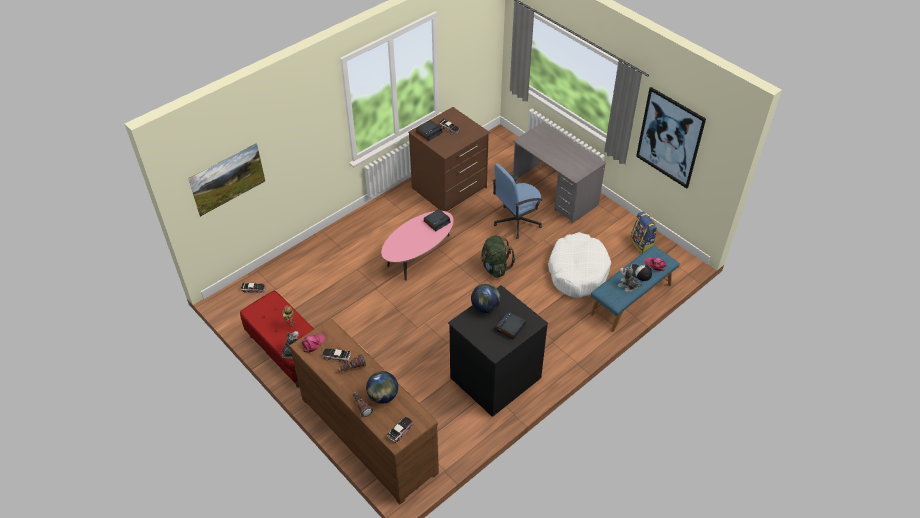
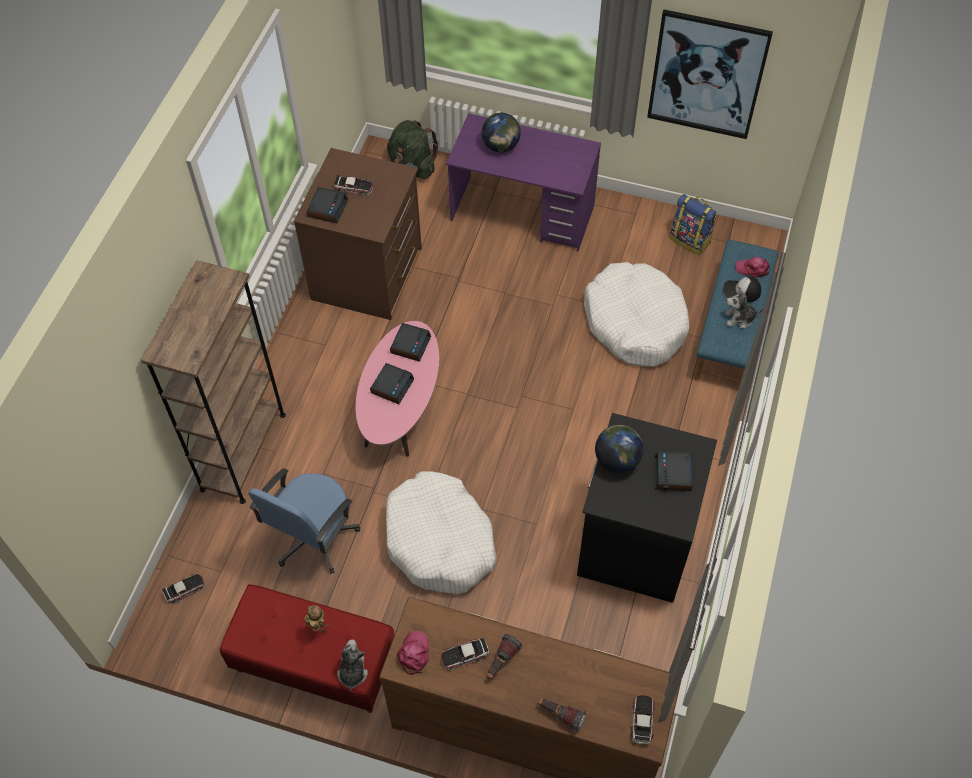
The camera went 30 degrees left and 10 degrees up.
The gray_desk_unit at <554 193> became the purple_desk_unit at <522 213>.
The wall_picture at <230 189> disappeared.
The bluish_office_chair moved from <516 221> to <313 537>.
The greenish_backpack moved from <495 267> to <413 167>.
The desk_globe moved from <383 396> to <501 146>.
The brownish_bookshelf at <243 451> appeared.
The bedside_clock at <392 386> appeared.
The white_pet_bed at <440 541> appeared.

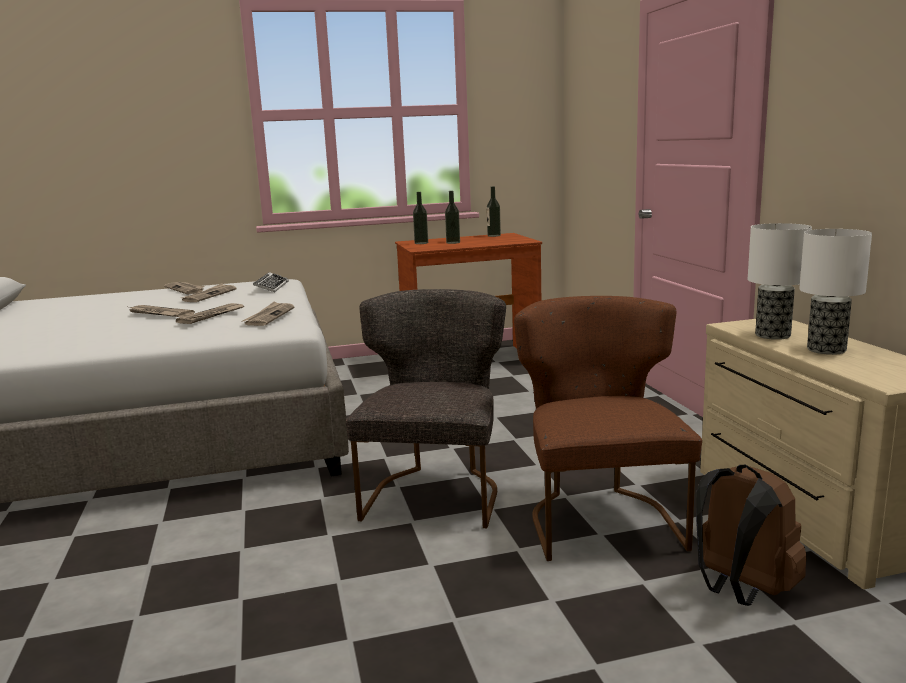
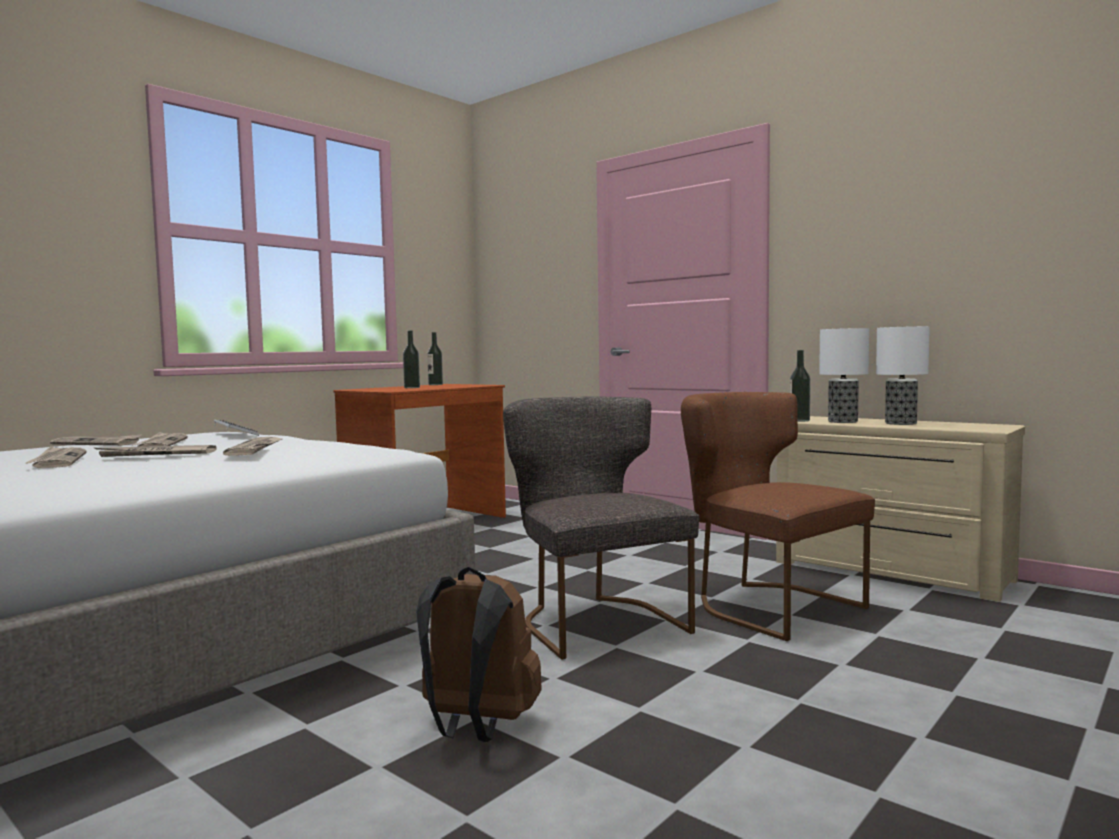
The camera went 35 degrees left and 10 degrees down.
The drink_bottle moved from <421 243> to <799 420>.
The daily_paper moved from <269 316> to <58 461>.
The brownish_backpack moved from <741 590> to <476 728>.

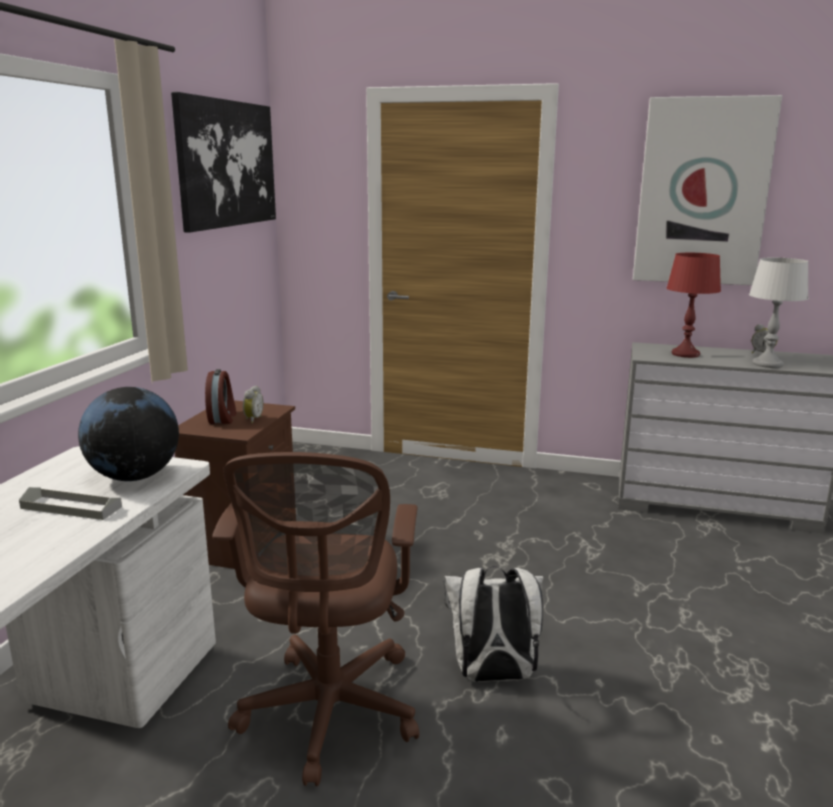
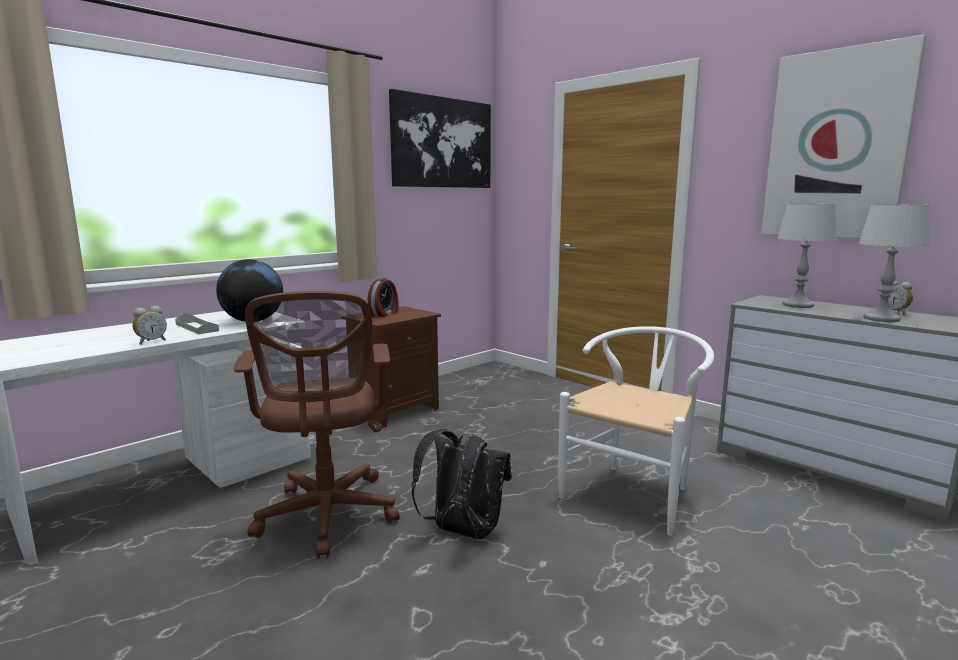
The camera went 30 degrees right and 5 degrees down.
The red-coloured_lamp_for_a_table at <686 354> became the gray_lamp_for_a_table at <798 305>.
The bedside_clock moved from <252 419> to <151 342>.
The brownish_office_chair at <328 716> turned 45 degrees counterclockwise.
The white_backpack at <492 676> became the blackish_backpack at <462 531>.
The white_plain_chair at <634 491> appeared.

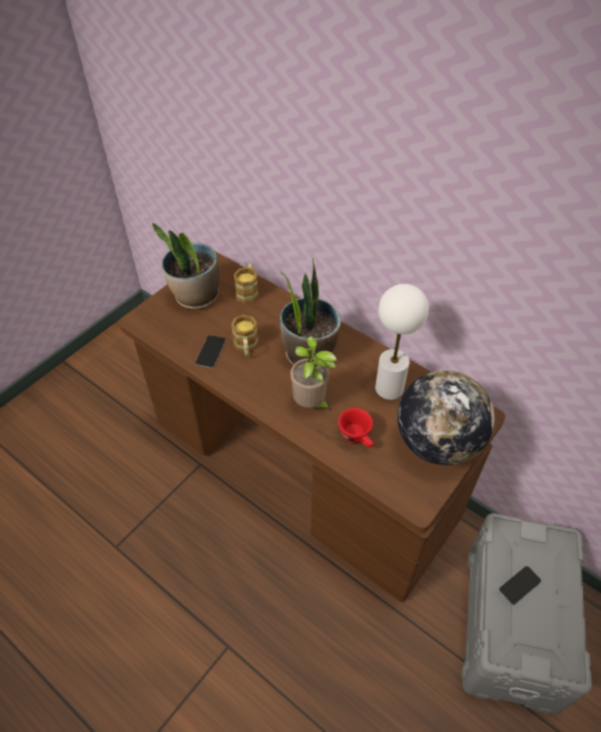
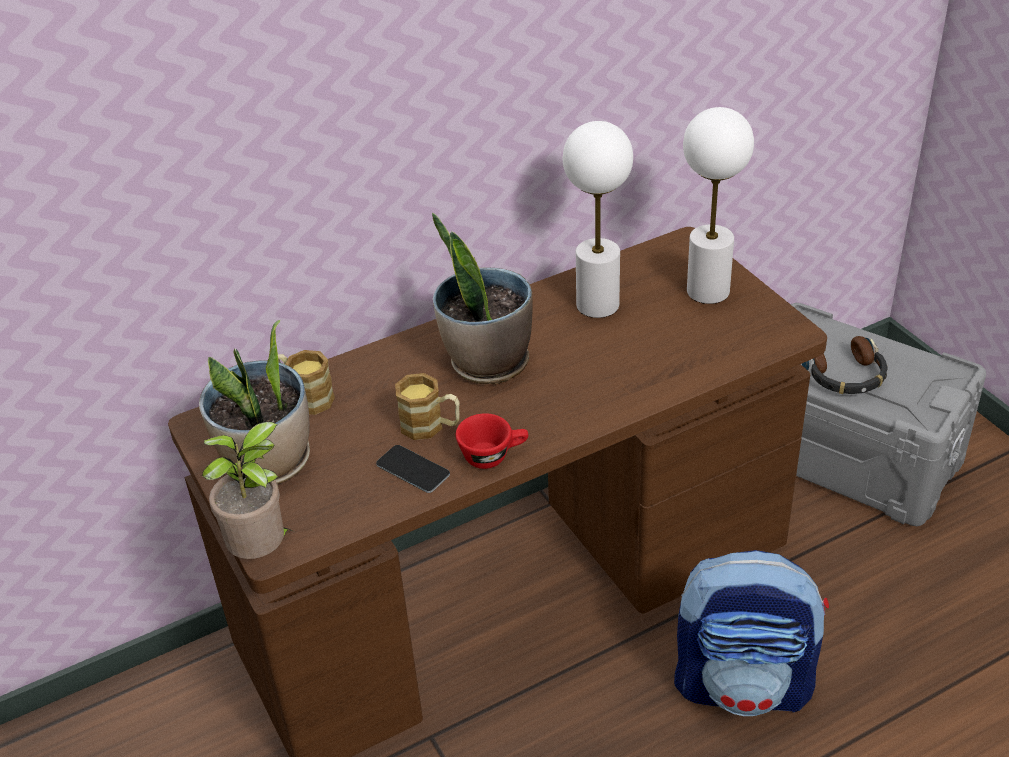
The camera went 65 degrees left and 10 degrees down.
The plant_in_a_pot moved from <311 404> to <263 552>.
The desk_globe at <437 443> was replaced by the white_lamp_for_a_table at <707 290>.
The red-coloured_small_cup moved from <357 437> to <493 455>.
The telephone at <519 585> was replaced by the headset at <845 376>.
The backpack at <744 684> appeared.

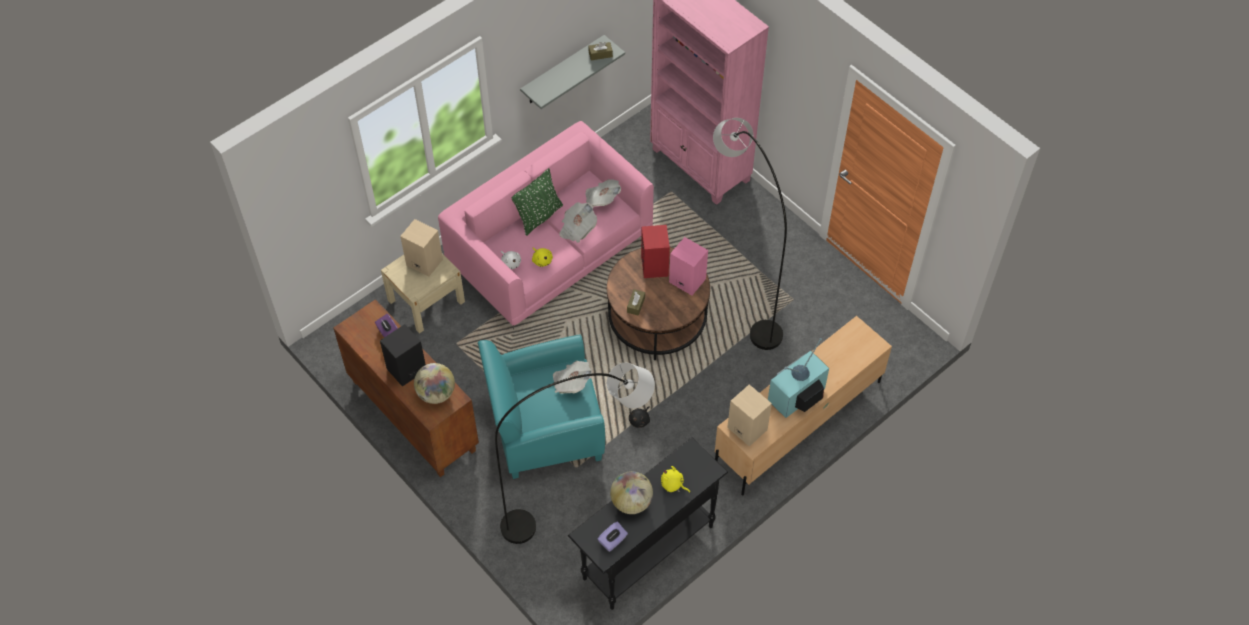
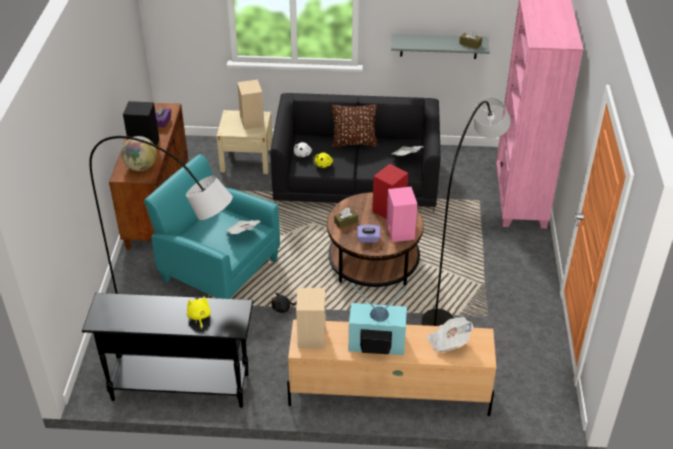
The camera went 45 degrees right and 15 degrees down.
The pink-coloured_sofa at <549 248> became the blackish_sofa at <356 180>.
The greenish_pillow at <539 216> became the brownish_pillow at <354 143>.
The daily_paper moved from <577 228> to <448 342>.
The desk_globe at <631 502> disappeared.
The purple_box_of_tissues moved from <613 541> to <368 239>.

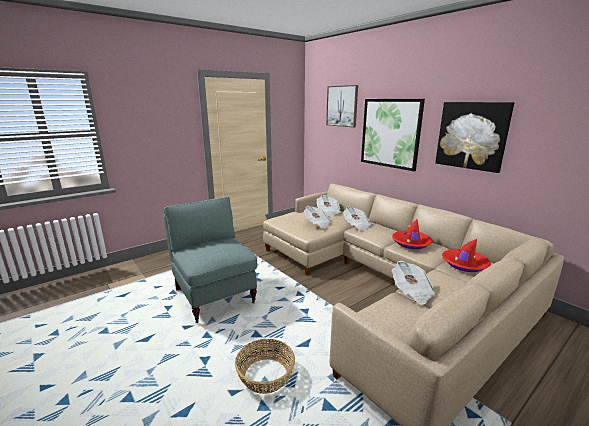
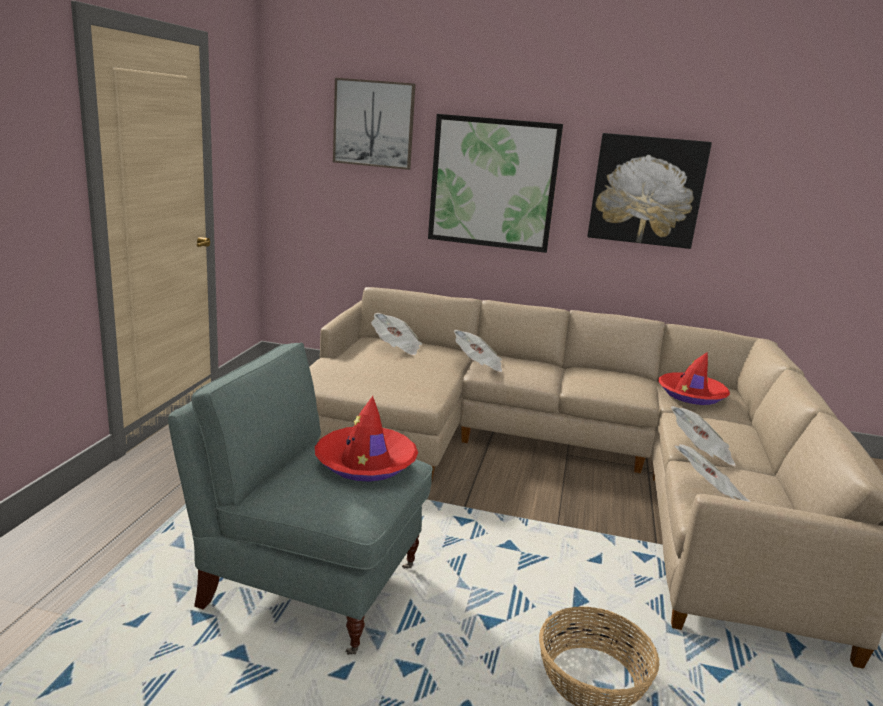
The camera went 40 degrees left and 0 degrees up.
The daily_paper moved from <317 224> to <708 492>.
The red-coloured_clothing_hat moved from <411 243> to <366 463>.

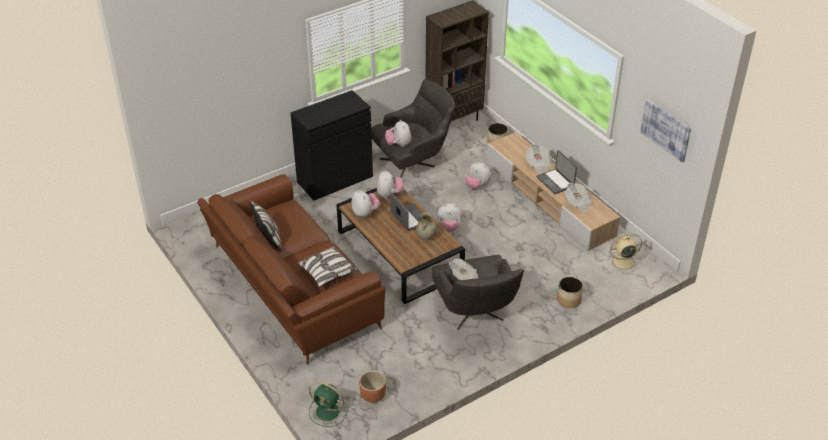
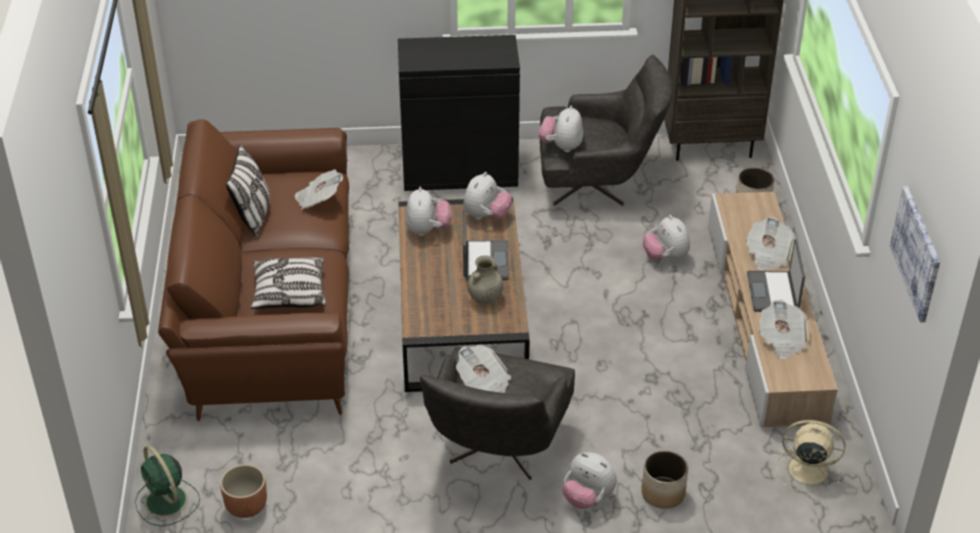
The camera went 30 degrees right and 0 degrees up.
The plush_toy moved from <449 227> to <587 498>.
The daily_paper at <318 199> appeared.

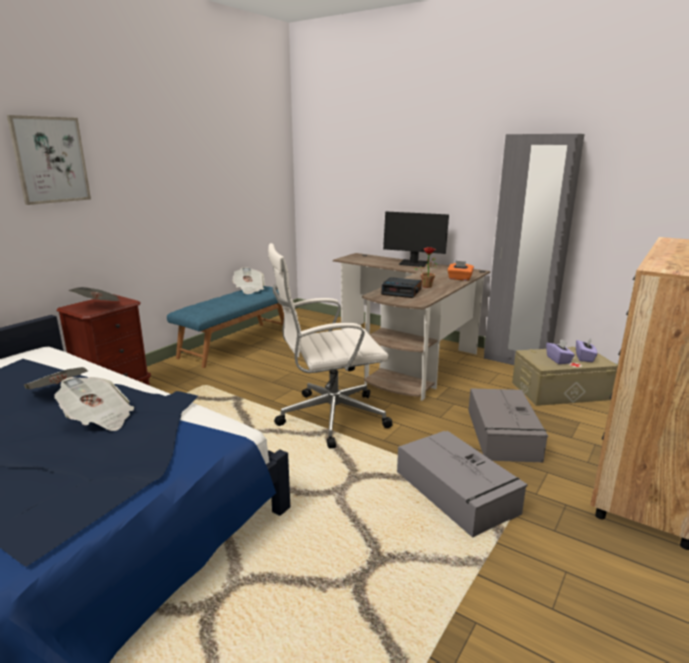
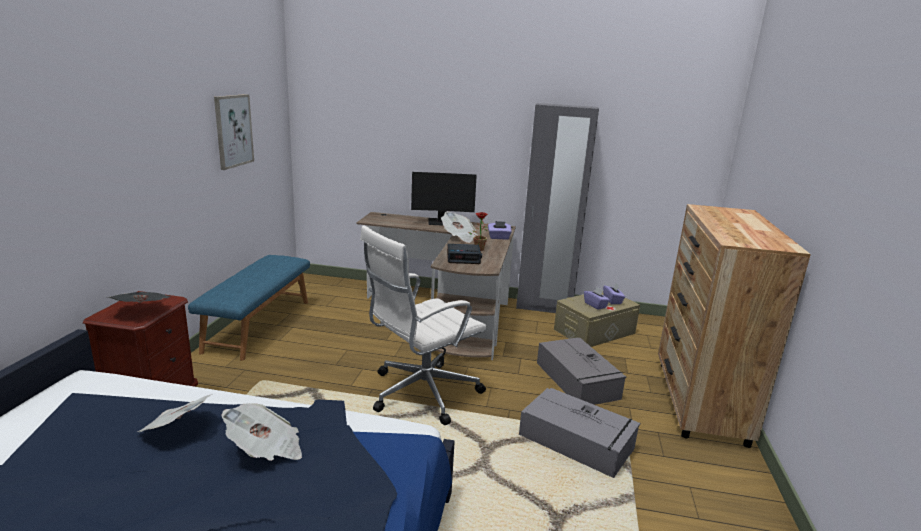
The camera went 25 degrees left and 0 degrees up.
The wall_picture moved from <50 160> to <233 131>.
The orange_box_of_tissues at <459 279> became the purple_box_of_tissues at <499 237>.
The daily_paper moved from <249 289> to <459 237>.

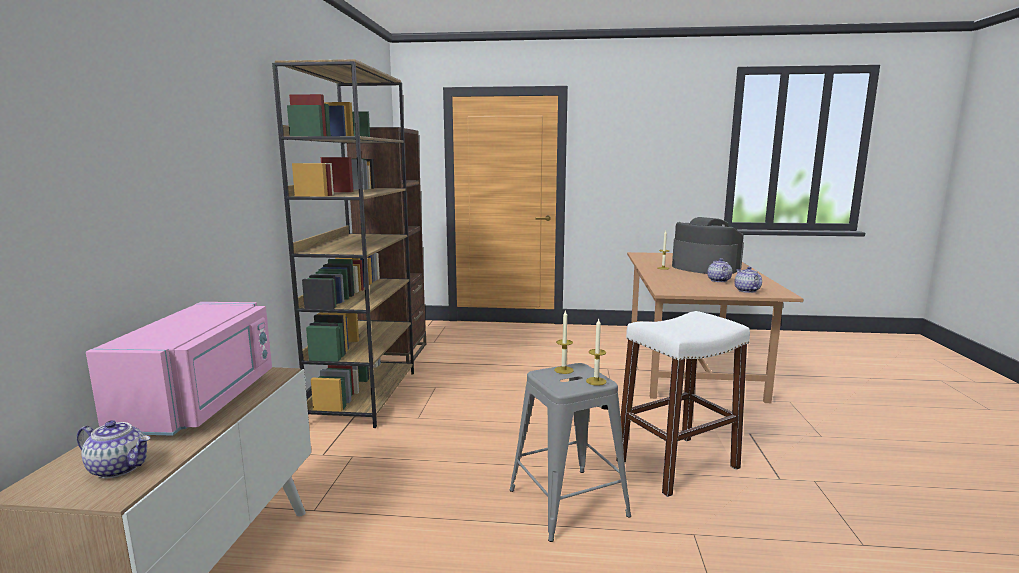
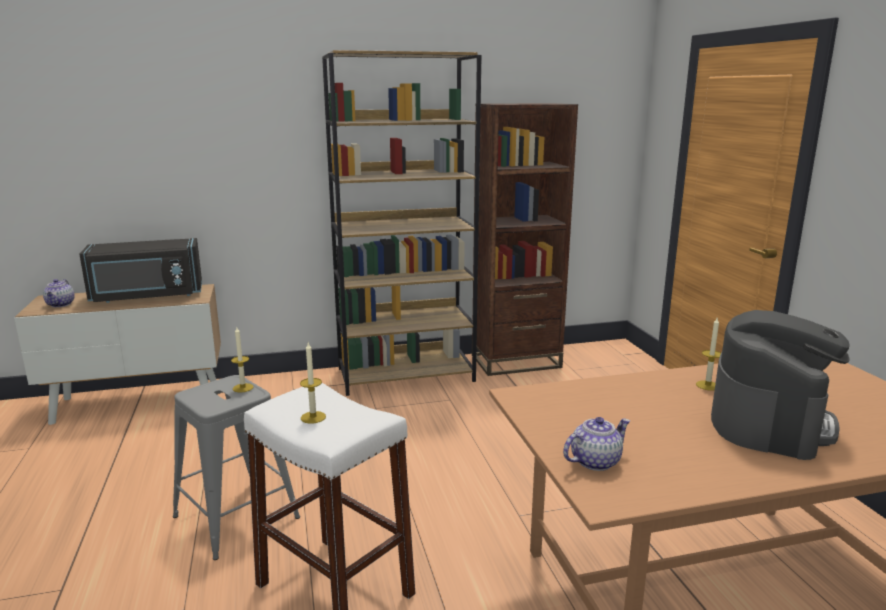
The camera went 70 degrees right and 5 degrees up.
The tea_pot at <718 280> disappeared.
The pink-coloured_microwave at <202 401> became the blackish_microwave at <147 296>.
The candle moved from <596 381> to <313 417>.

